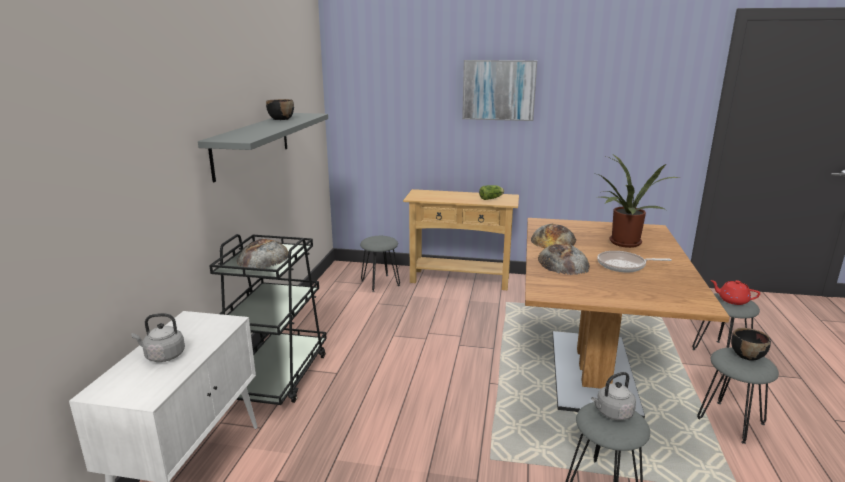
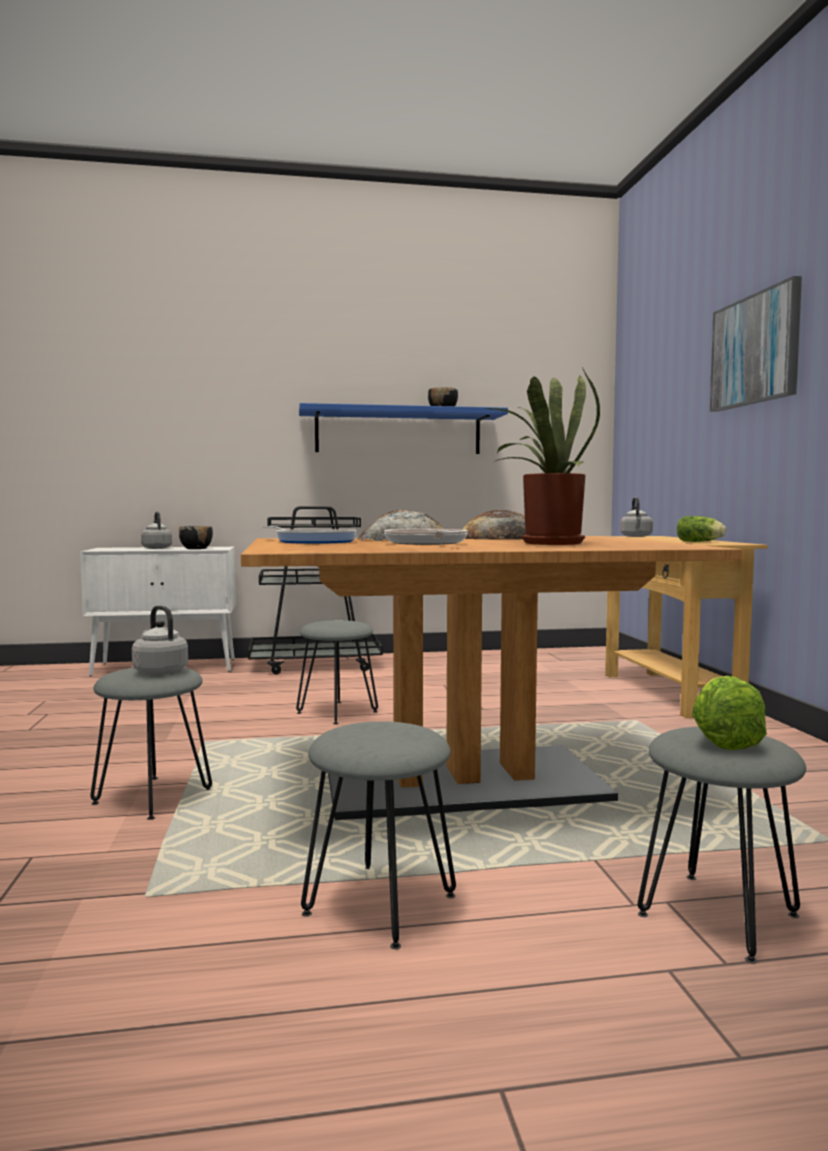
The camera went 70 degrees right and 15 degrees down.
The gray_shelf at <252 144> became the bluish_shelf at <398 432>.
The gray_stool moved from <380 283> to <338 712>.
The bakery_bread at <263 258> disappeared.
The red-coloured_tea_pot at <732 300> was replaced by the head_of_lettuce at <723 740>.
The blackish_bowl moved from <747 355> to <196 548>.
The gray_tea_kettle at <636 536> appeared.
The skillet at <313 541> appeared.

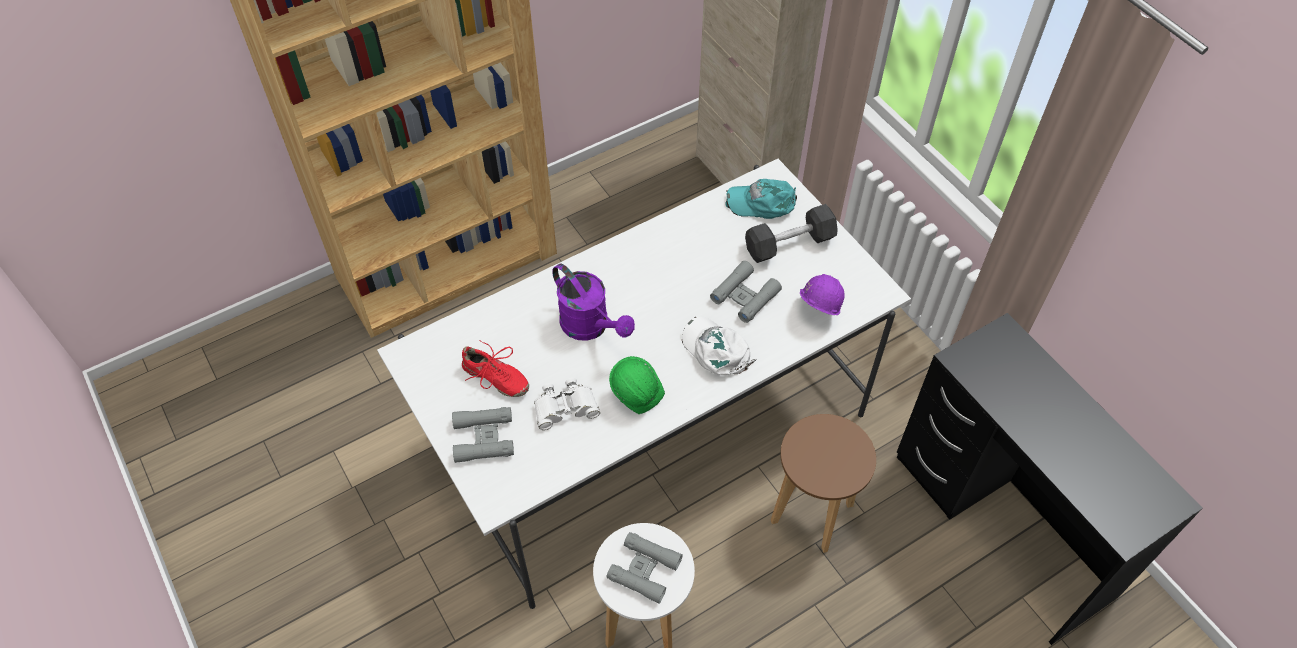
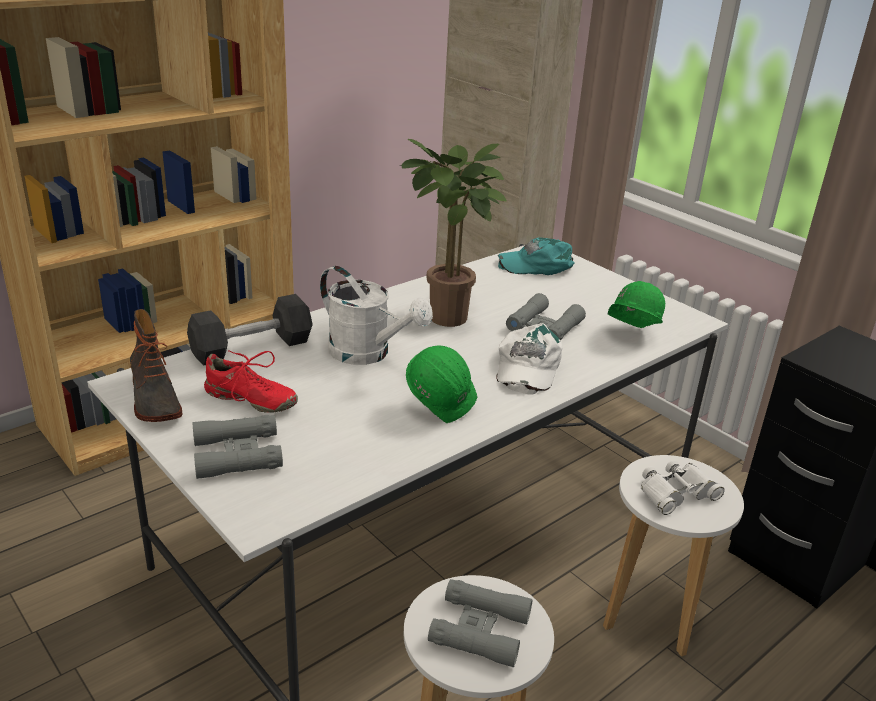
The camera went 10 degrees left and 25 degrees down.
The blackish_hand_weight moved from <789 244> to <252 347>.
The purple_watering_pot at <591 327> became the white_watering_pot at <368 354>.
The purple_work_helmet at <816 312> became the greenish_work_helmet at <630 335>.
The white_baseball_cap at <716 350> turned 120 degrees counterclockwise.
The white_binoculars moved from <565 408> to <676 493>.
The brownish_stool at <811 513> became the white_stool at <650 615>.
The plant_in_a_pot at <448 321> appeared.
The tall_boot at <153 400> appeared.

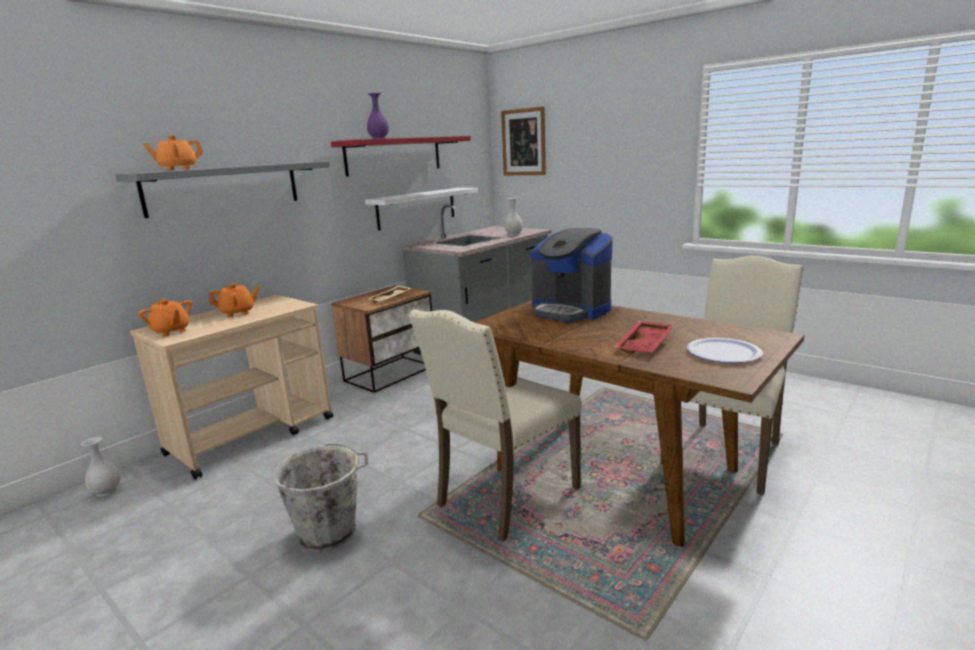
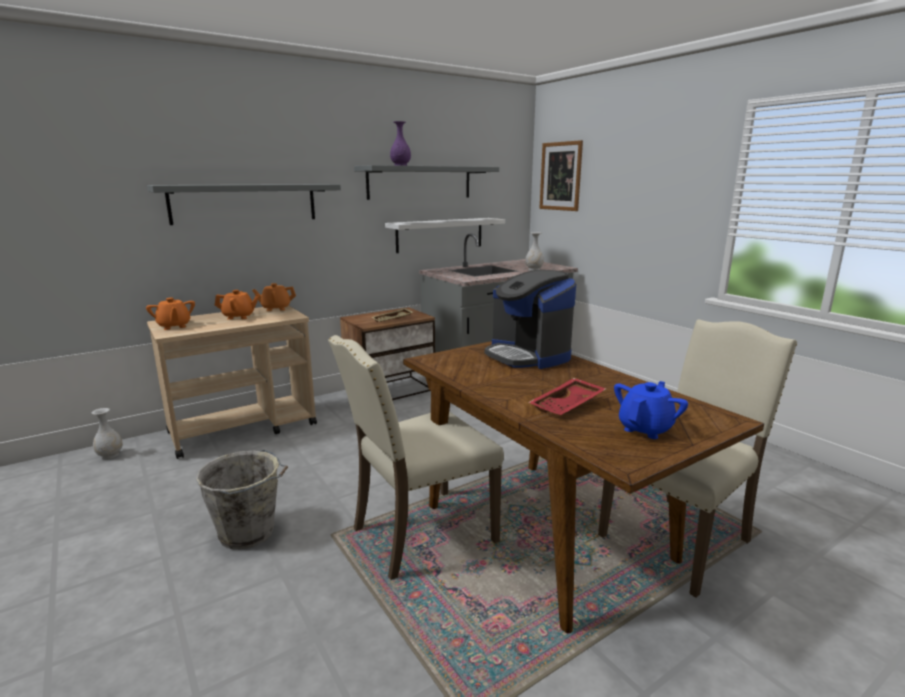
The camera went 15 degrees right and 0 degrees up.
The orange_tea_pot moved from <178 169> to <276 308>.
The red-coloured_shelf at <394 155> became the gray_shelf at <420 182>.
The plate at <723 352> was replaced by the bluish_tea_pot at <645 429>.

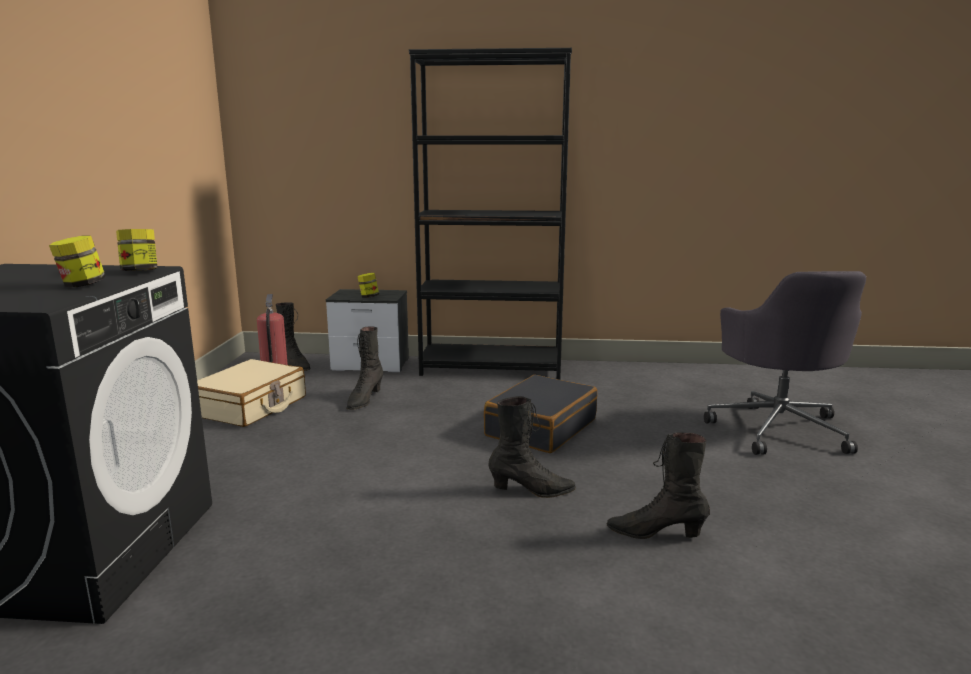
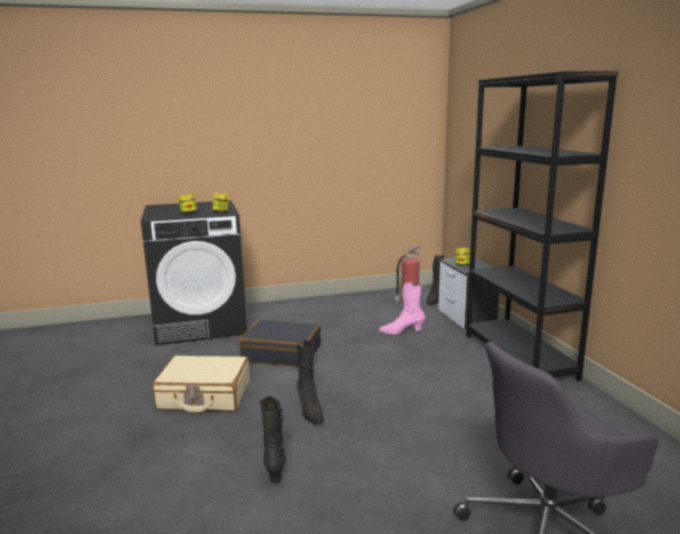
The camera went 70 degrees right and 0 degrees up.
The blackish_tall_boot at <364 400> became the pink-coloured_tall_boot at <401 331>.
The sand-coloured_suitcase moved from <250 406> to <204 395>.
The blackish_suitcase moved from <540 427> to <282 353>.

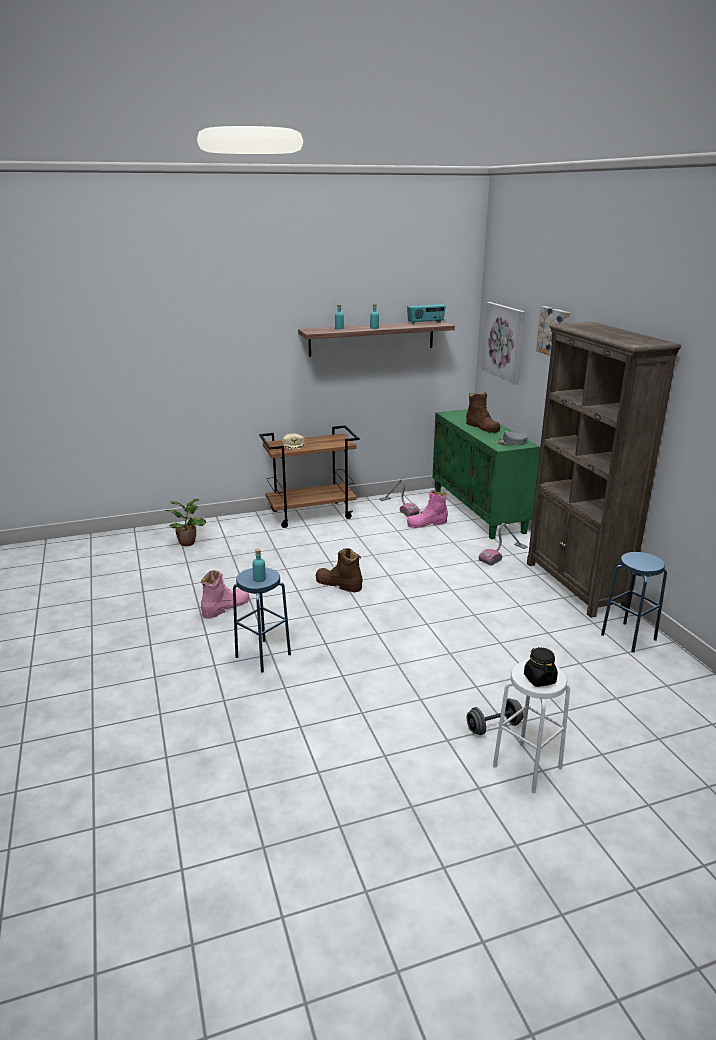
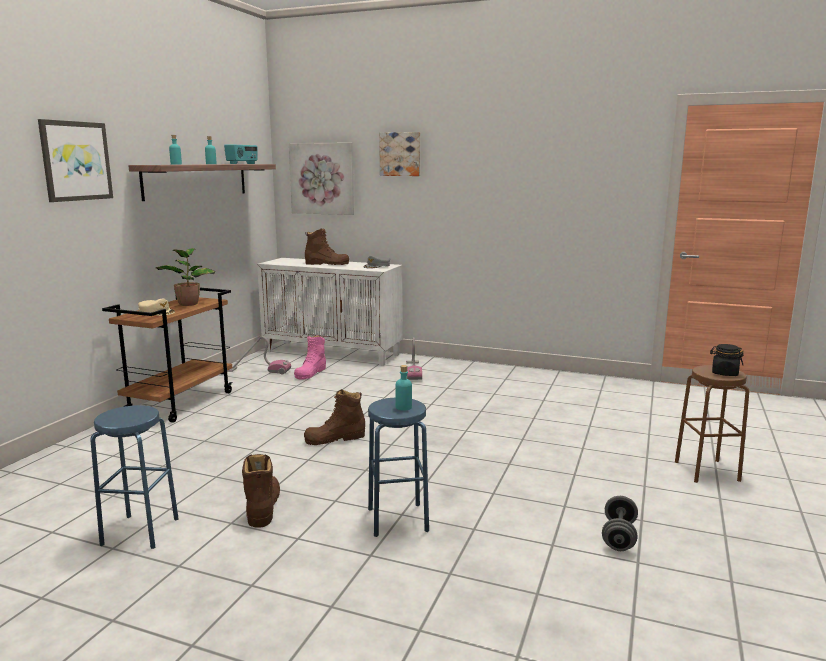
The camera went 50 degrees left and 10 degrees down.
The brownish_bookshelf at <575 585> disappeared.
The greenish_cupboard at <479 511> became the white_cupboard at <333 353>.
The plant_in_a_pot moved from <188 542> to <189 303>.
The bluish_stool moved from <628 637> to <140 531>.
The pink-coloured_tall_boot at <225 607> became the brownish_tall_boot at <263 507>.
The white_stool at <527 767> became the brownish_stool at <707 471>.
The gray_hand_weight moved from <493 727> to <619 536>.
The wall_picture at <76 161> appeared.

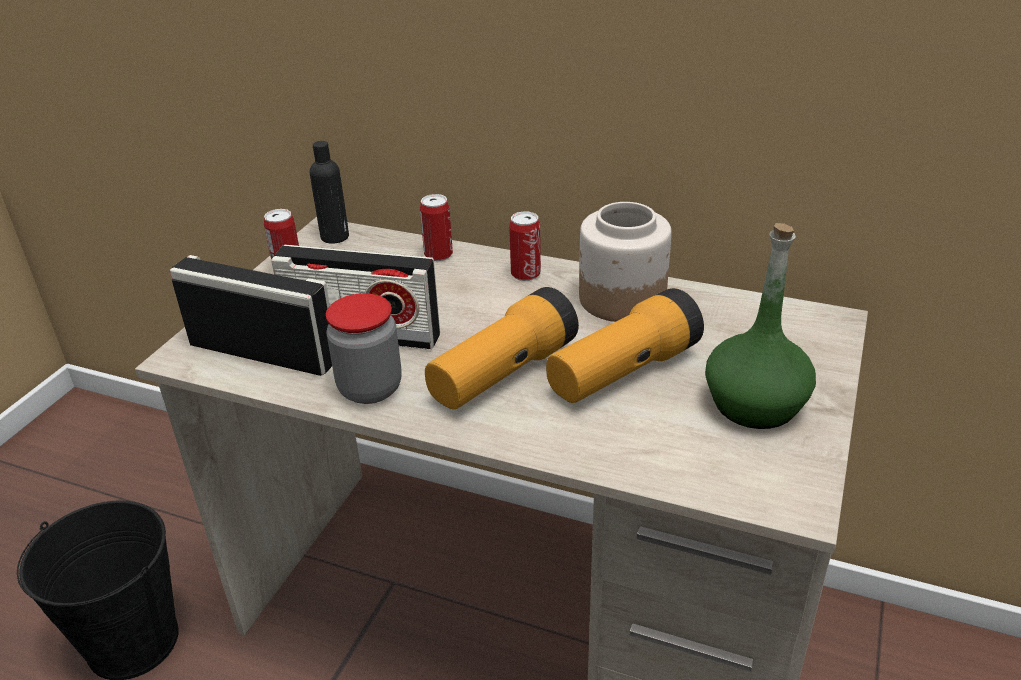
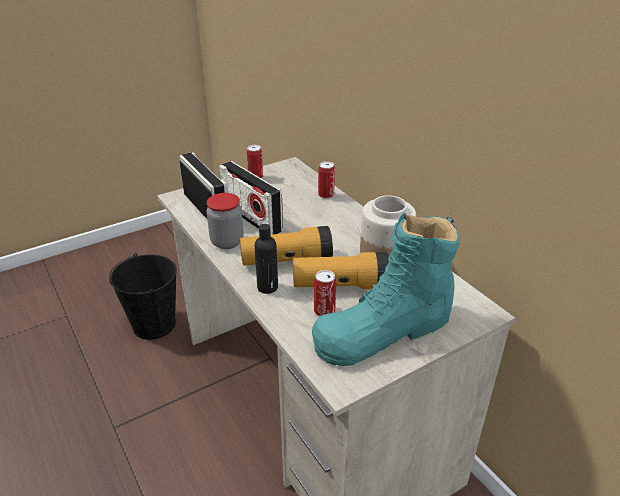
The camera went 35 degrees right and 0 degrees up.
The blackish_drink_bottle moved from <335 237> to <267 287>.
The can moved from <525 274> to <324 311>.
The greenish_drink_bottle at <755 404> was replaced by the blue-green_tall_boot at <383 331>.

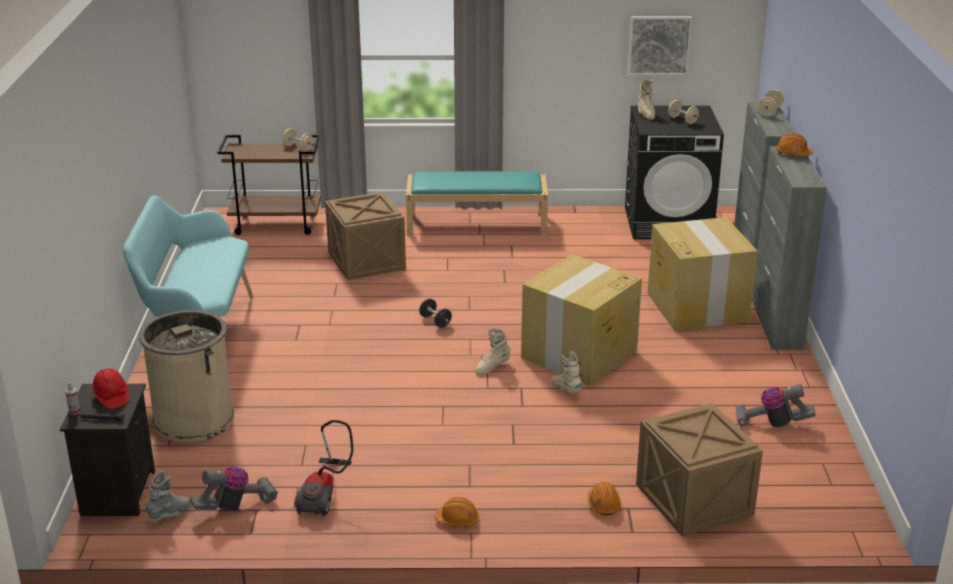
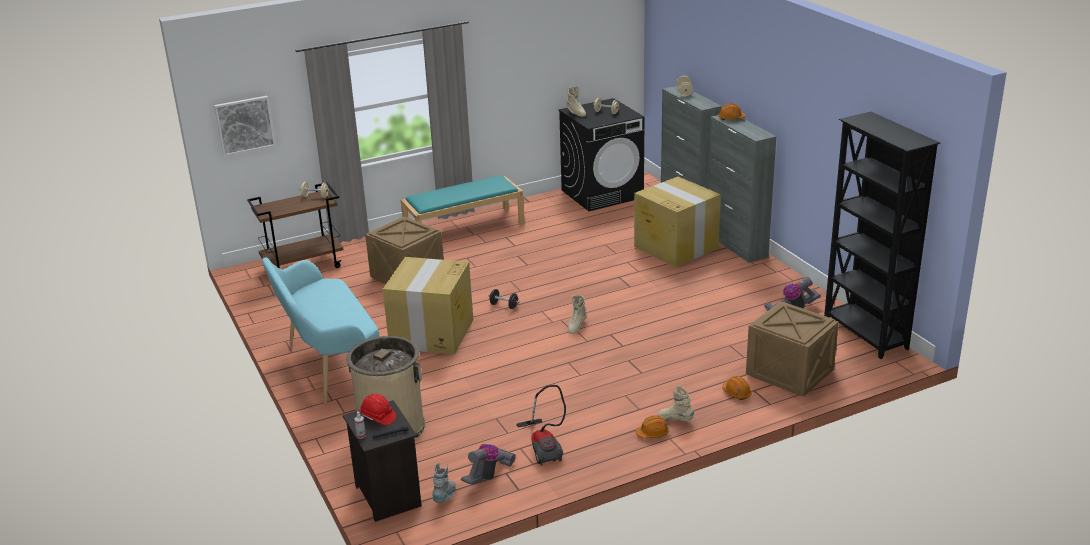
The camera went 25 degrees left and 0 degrees up.
The wall_picture moved from <659 45> to <244 125>.
The packing_box moved from <578 355> to <431 334>.
The sand-coloured_tall_boot moved from <566 390> to <675 419>.
The blackish_bookshelf at <865 335> appeared.

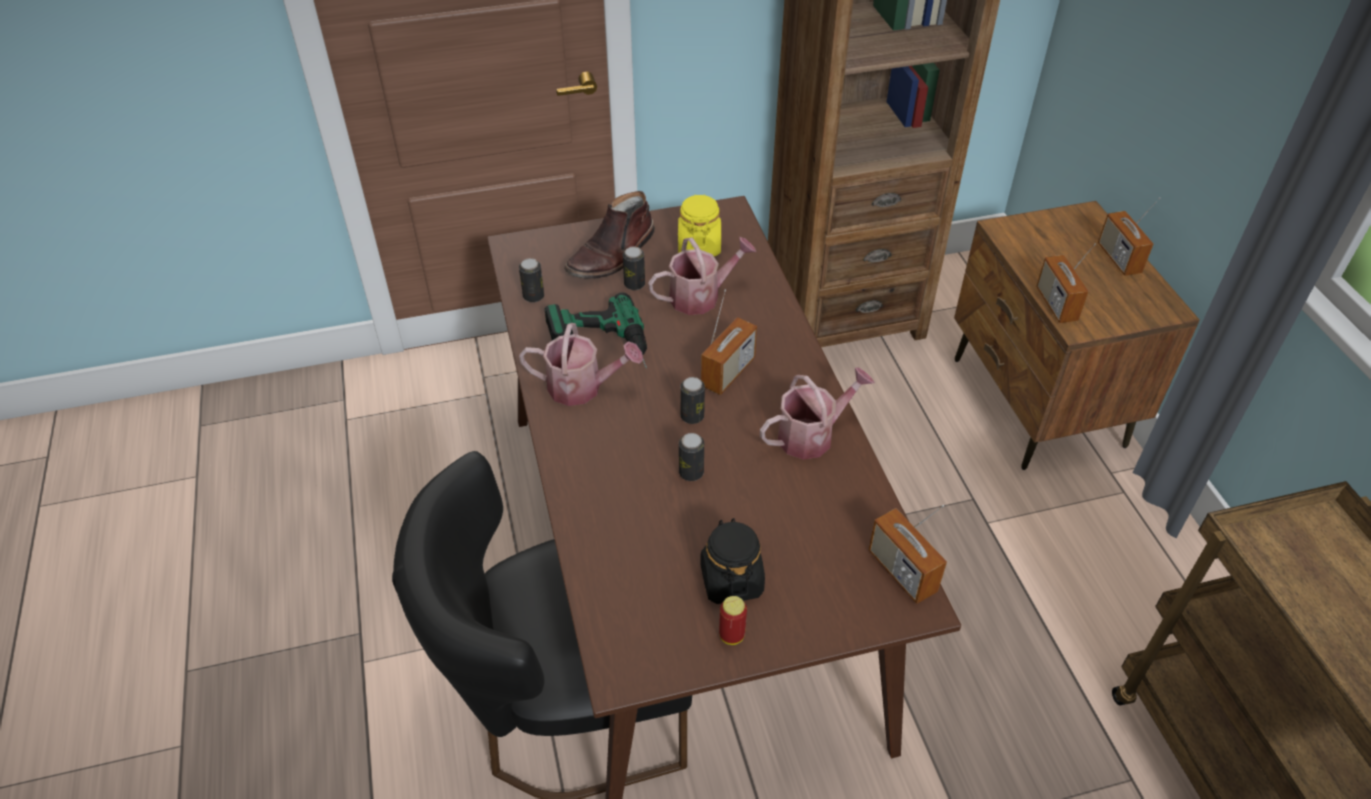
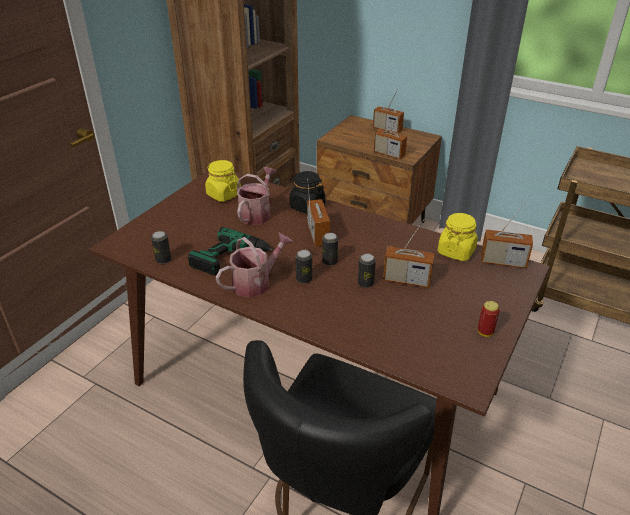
The camera went 45 degrees left and 10 degrees down.
The brownish_tall_boot at <612 255> disappeared.
The can moved from <634 284> to <304 279>.
The watering_pot at <812 435> disappeared.
The blackish_jar moved from <731 580> to <307 206>.
The yellow_jar at <456 251> appeared.
The radio_receiver at <406 280> appeared.

